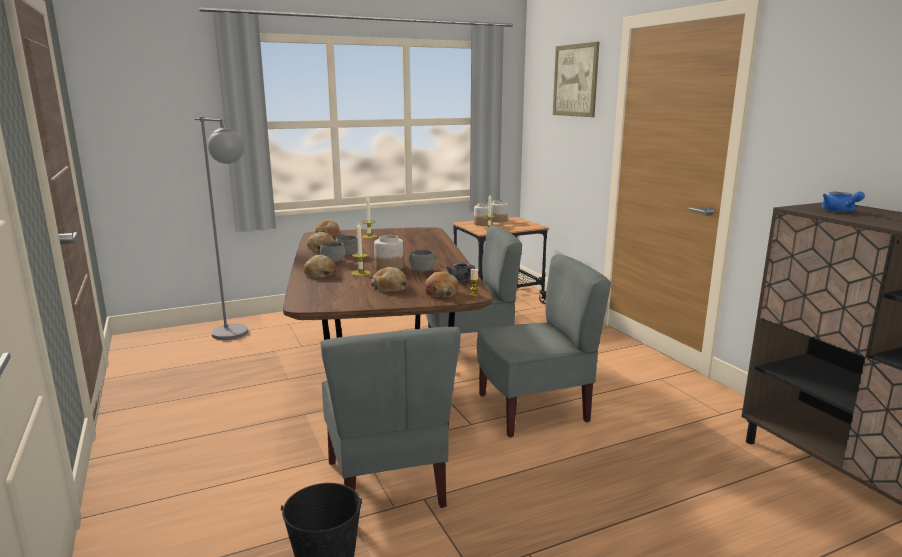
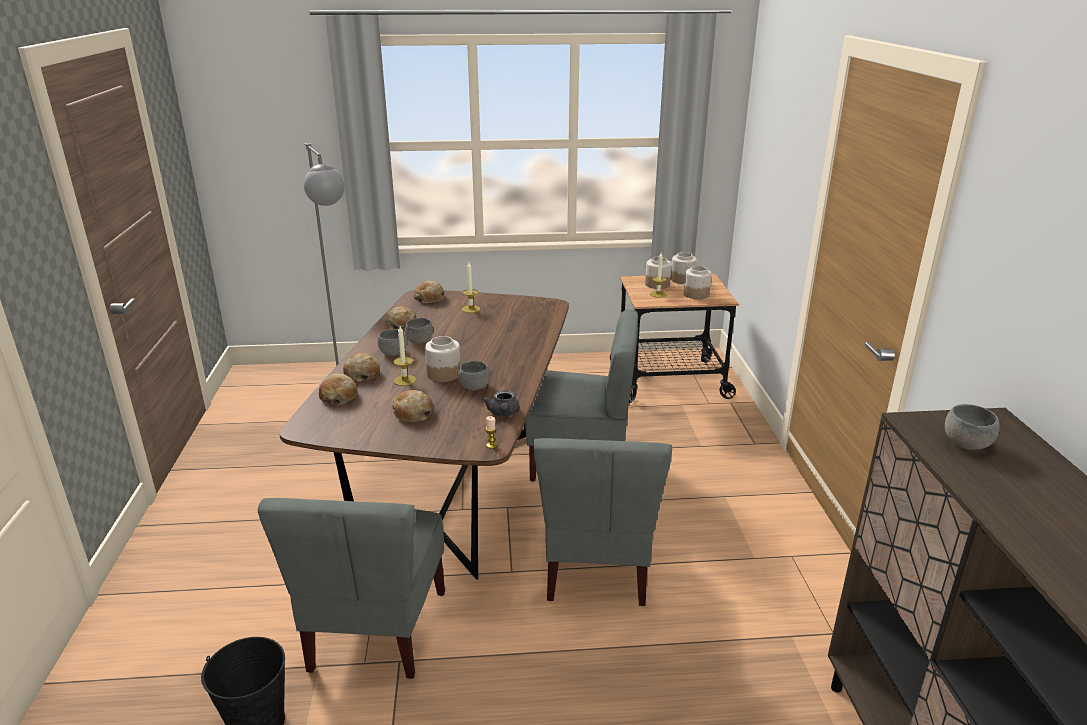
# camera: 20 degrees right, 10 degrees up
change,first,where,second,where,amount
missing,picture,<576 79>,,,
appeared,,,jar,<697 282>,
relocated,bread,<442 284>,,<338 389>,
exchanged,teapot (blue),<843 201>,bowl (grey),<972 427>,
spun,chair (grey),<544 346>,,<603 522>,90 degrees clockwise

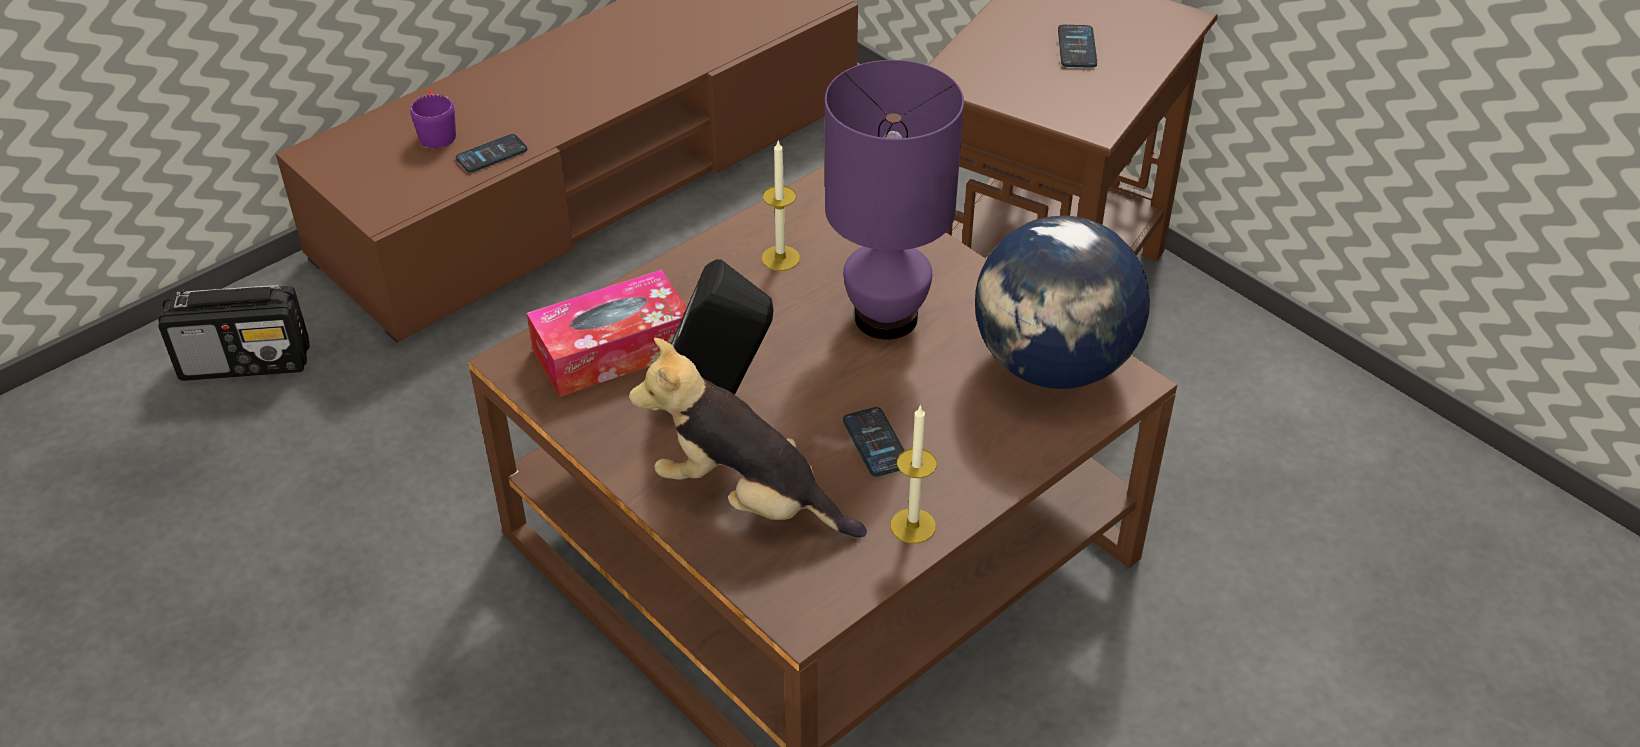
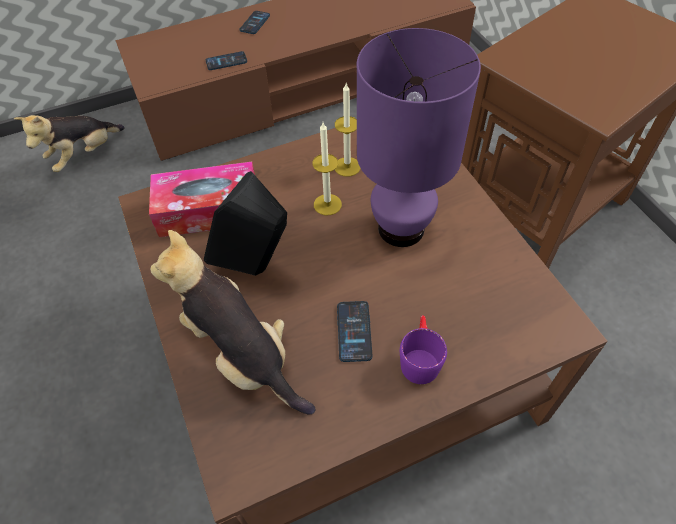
# camera: 20 degrees right, 10 degrees up
change,first,where,second,where,amount
missing,globe,<1062 302>,,,
relocated,mug (purple),<433 119>,,<423 349>,
relocated,candle,<914 474>,,<327 168>,
relocated,phone,<1077 46>,,<254 22>,
exchanged,radio,<233 333>,plush toy,<69 143>,

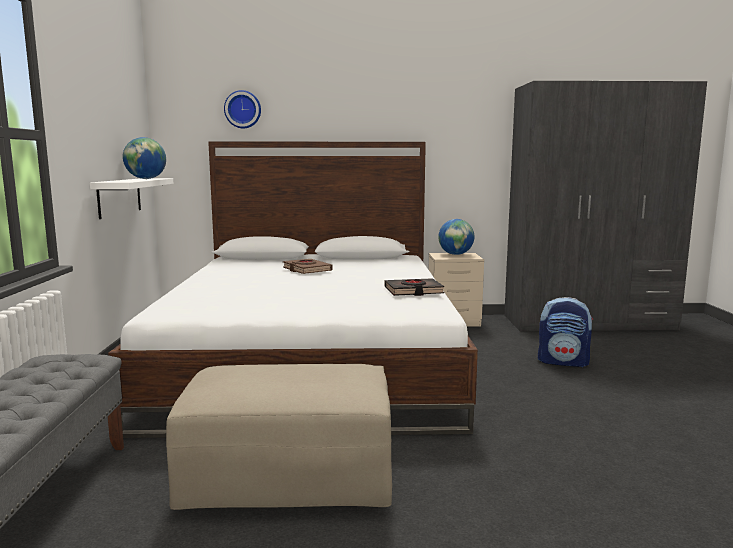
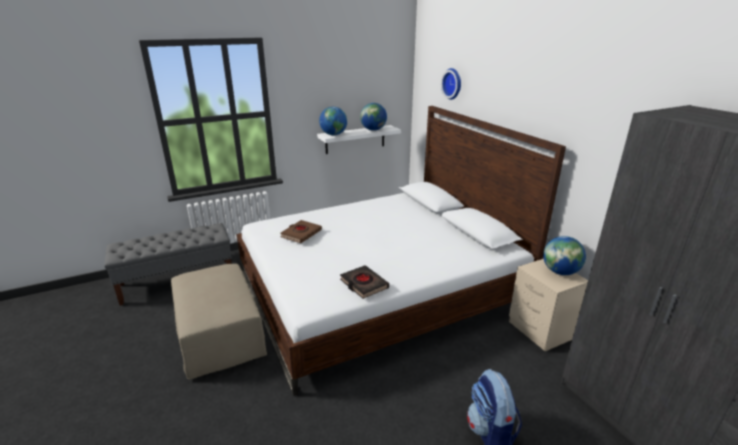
# camera: 65 degrees right, 15 degrees up
change,first,where,second,where,amount
appeared,,,globe,<333 121>,
relocated,book (brown),<308 266>,,<301 231>,

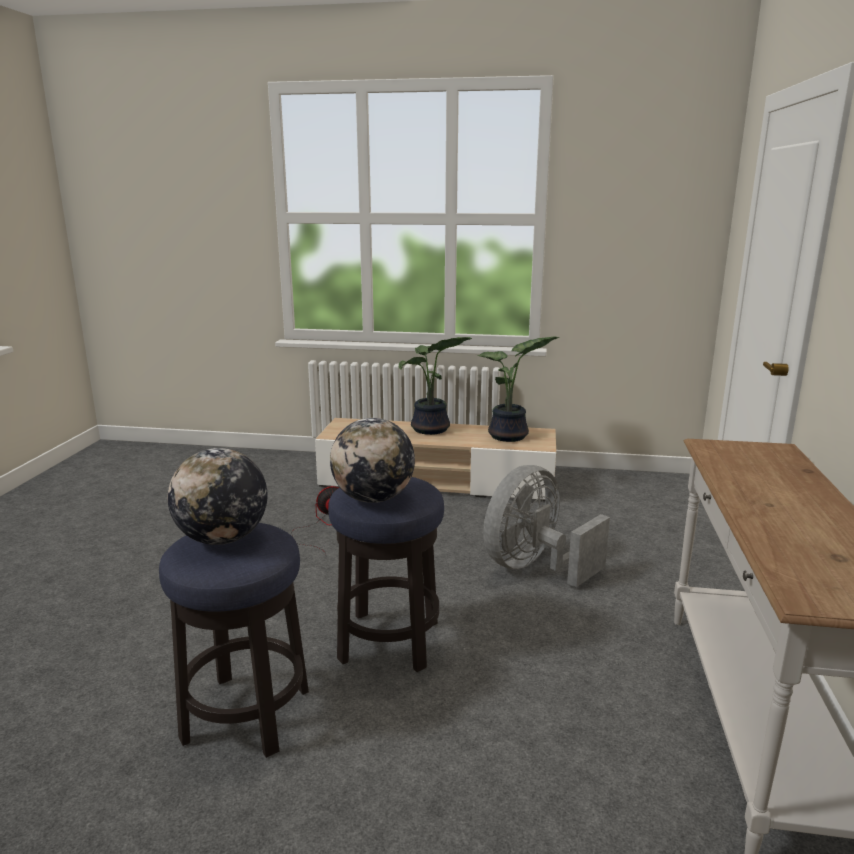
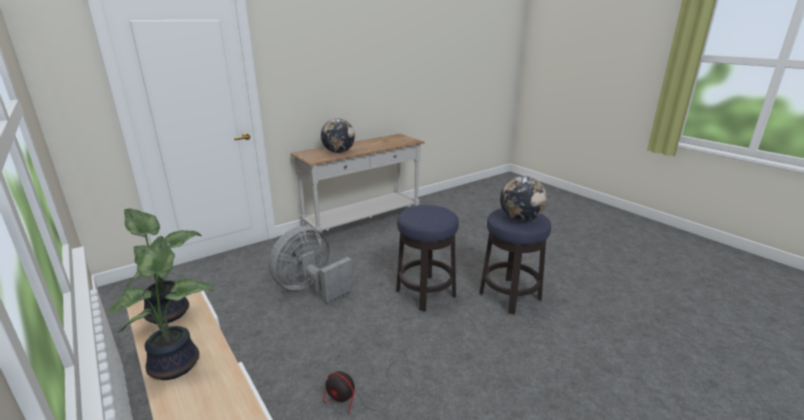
# camera: 135 degrees left, 5 degrees up
change,first,where,second,where,amount
relocated,globe,<372 460>,,<338 135>,
spun,fan (grey),<546 526>,,<311 264>,135 degrees clockwise

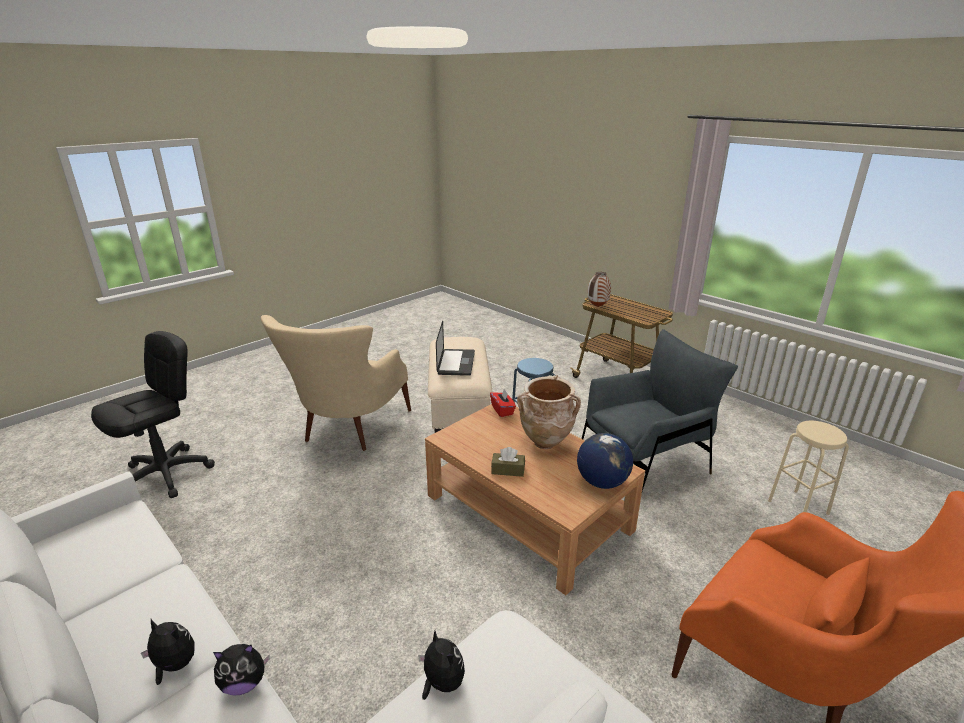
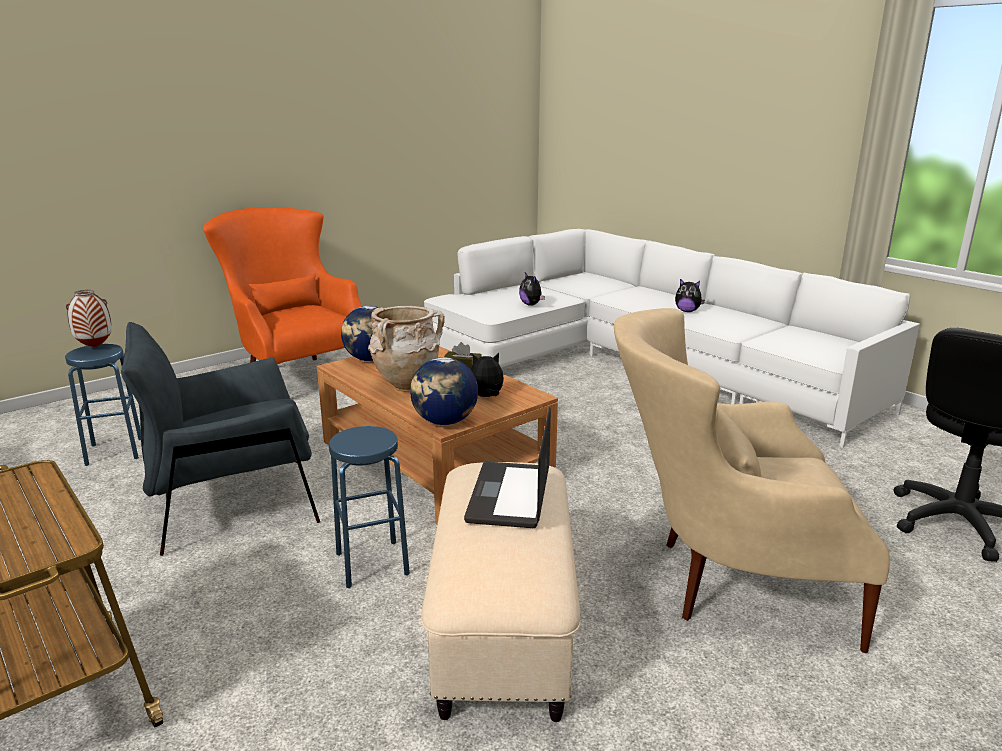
# camera: 175 degrees left, 5 degrees down
change,first,where,second,where,amount
relocated,plush toy,<241 669>,,<487 375>,
relocated,vase,<599 289>,,<89 319>,
exchanged,tissue box (red),<503 403>,globe,<444 391>,
colour,stool (beige),<808 468>,stool (blue),<103 405>,
spun,armchair (beige),<336 383>,,<752 480>,105 degrees counterclockwise

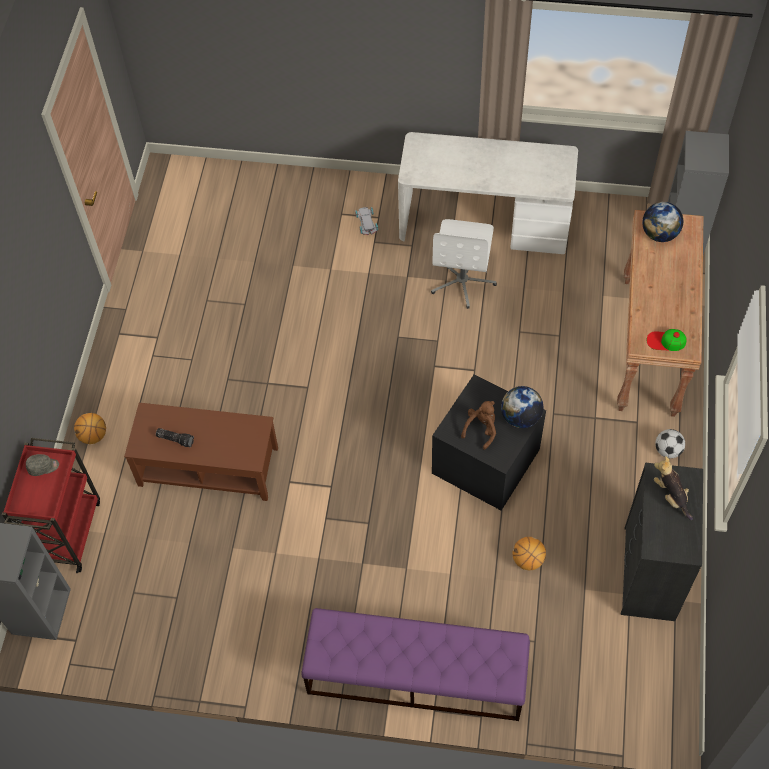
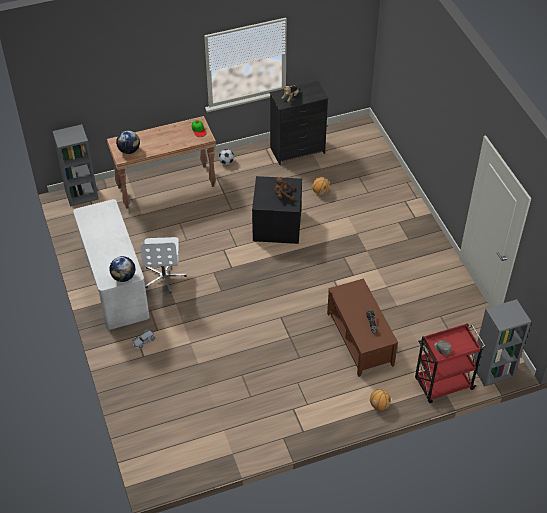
# camera: 120 degrees left, 10 degrees down
change,first,where,second,where,amount
missing,bench (purple),<415 664>,,,
relocated,globe,<522 407>,,<122 269>,
spun,office chair (white),<464 264>,,<163 265>,105 degrees clockwise

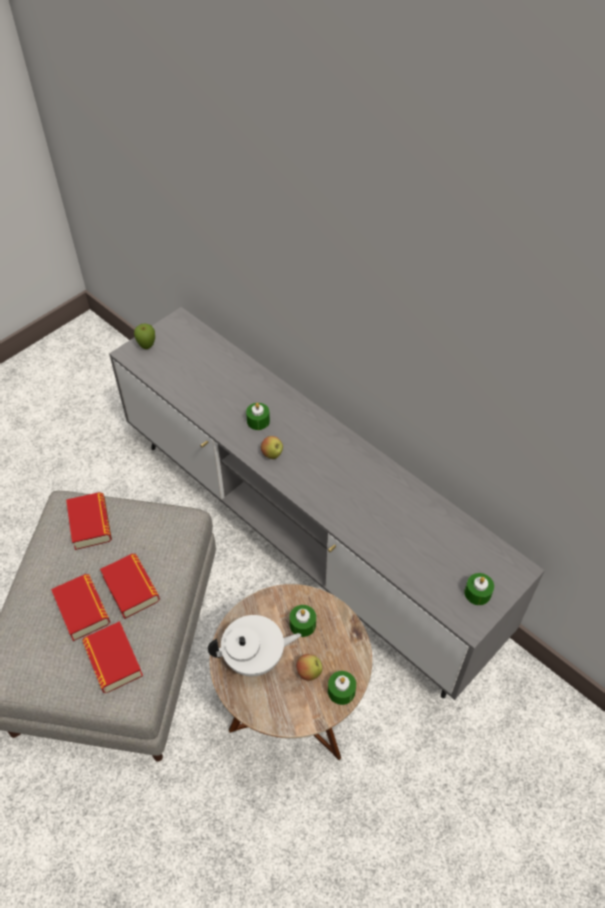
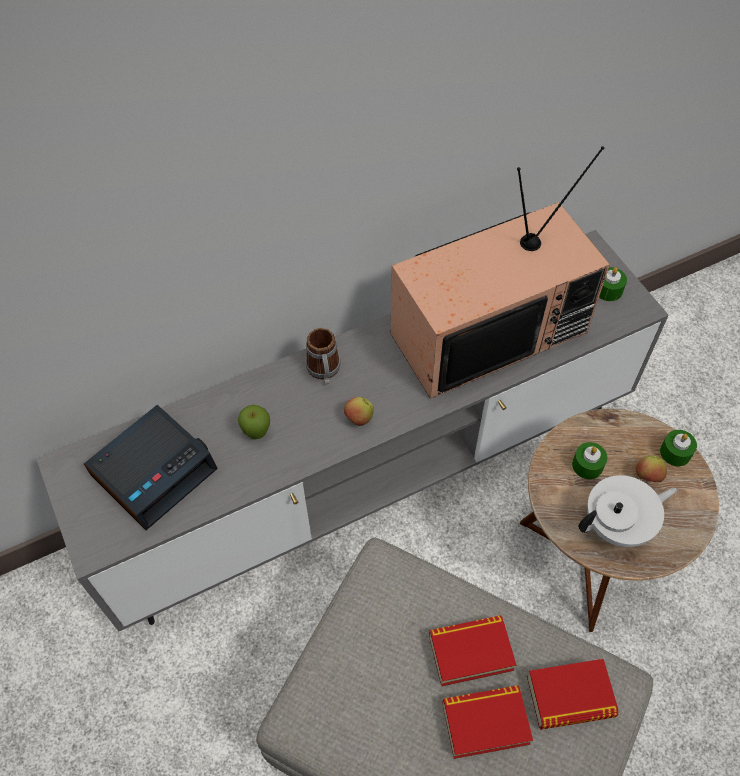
# camera: 70 degrees left, 5 degrees up
change,first,where,second,where,amount
missing,book,<89 521>,,,
missing,candle (green),<258 416>,,,
appeared,,,alarm clock,<151 467>,
appeared,,,mug,<323 356>,
appeared,,,television,<500 272>,
relocated,apple,<144 336>,,<254 422>,
spun,teapot (white),<254 645>,,<627 511>,60 degrees clockwise

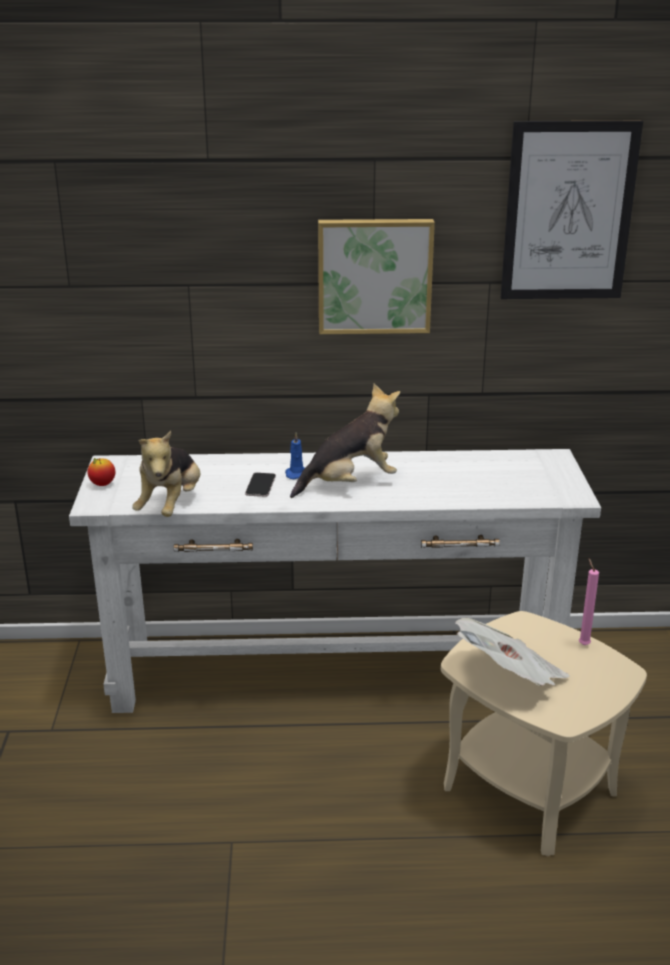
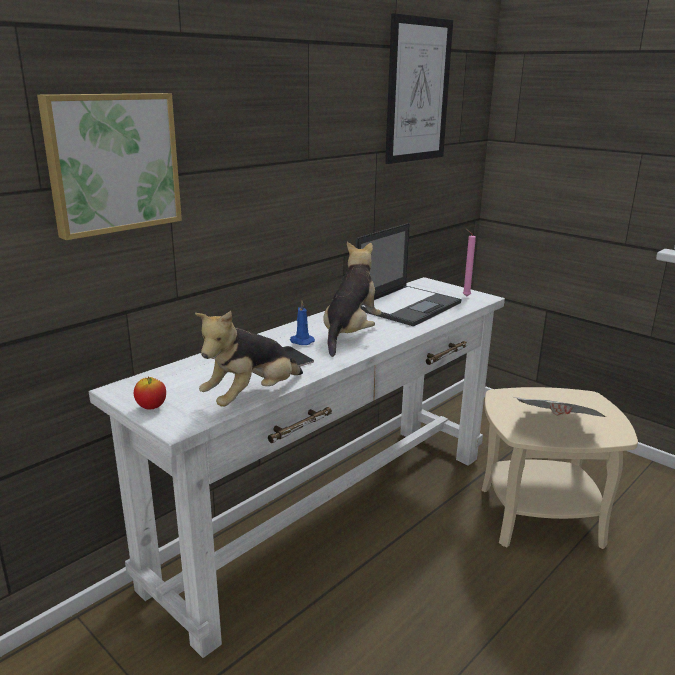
# camera: 45 degrees left, 5 degrees down
change,first,where,second,where,amount
appeared,,,laptop,<408 274>,
relocated,picture,<376 276>,,<109 166>,
relocated,candle (pink),<589 601>,,<469 263>,
spun,plush toy,<166 474>,,<249 359>,75 degrees clockwise

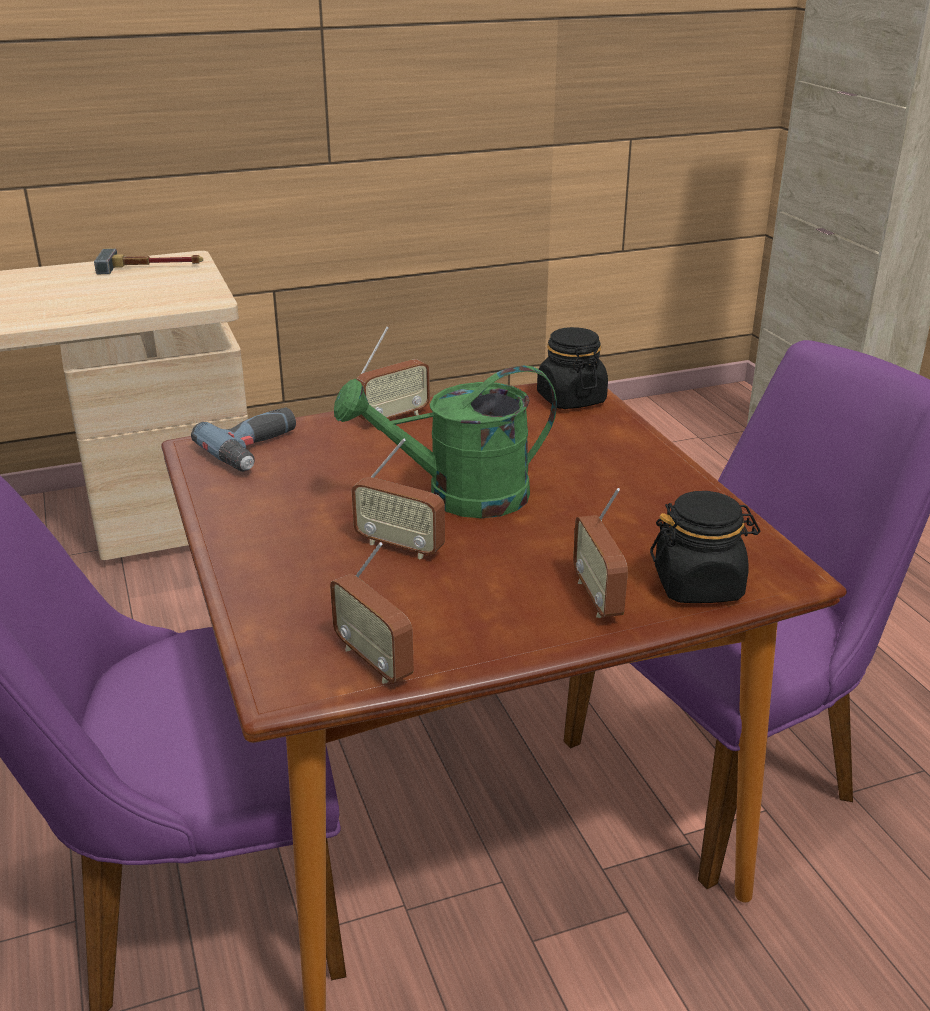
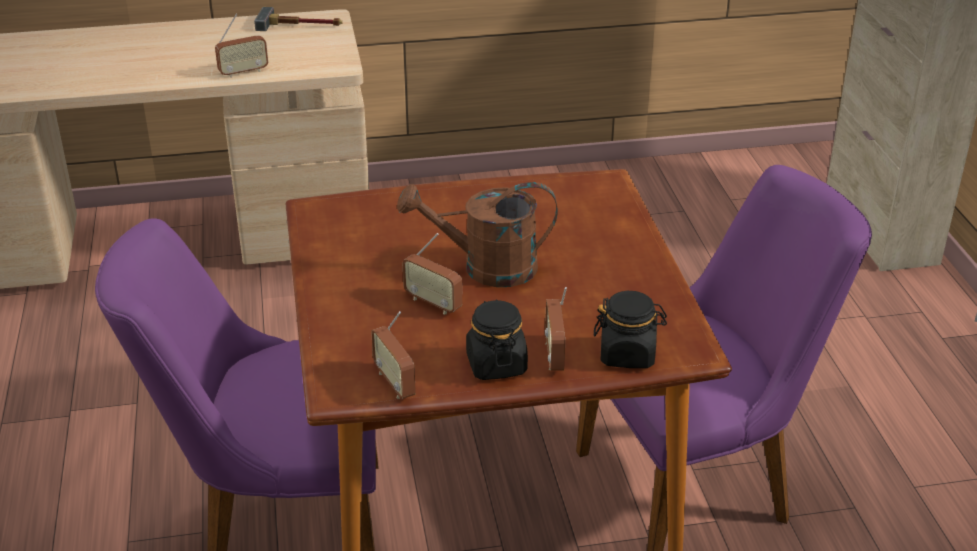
# camera: 10 degrees right, 5 degrees up
change,first,where,second,where,amount
missing,power drill,<243 440>,,,
relocated,radio,<393 374>,,<241 46>,
relocated,jar (black),<572 368>,,<497 339>,
colour,watering can (green),<445 441>,watering can (brown),<477 234>,

